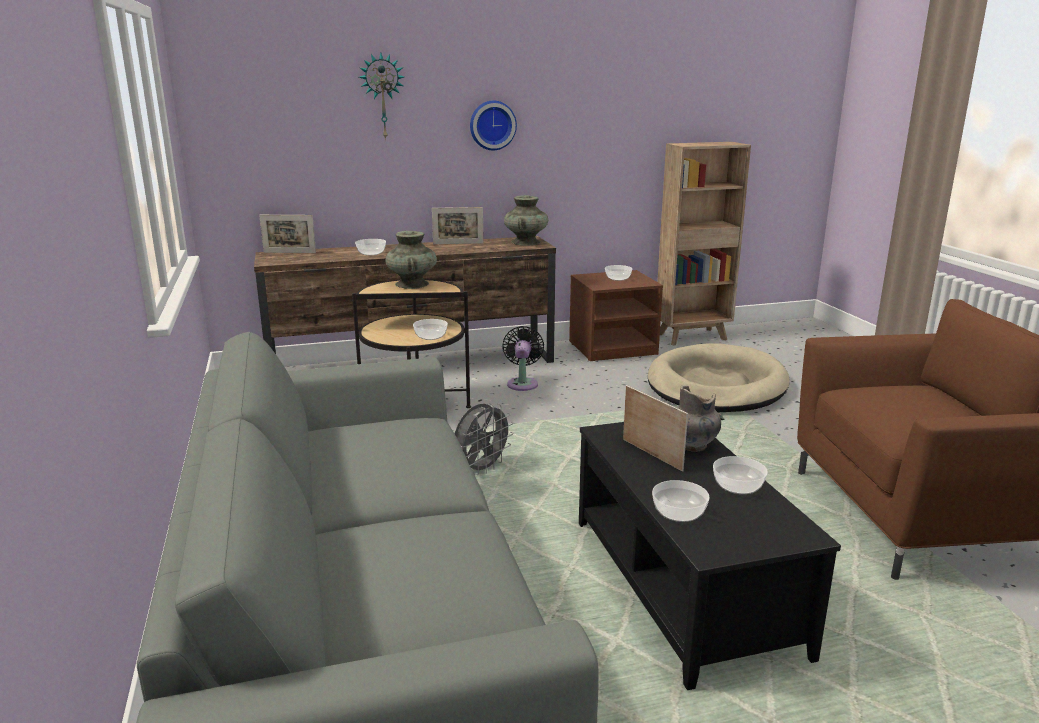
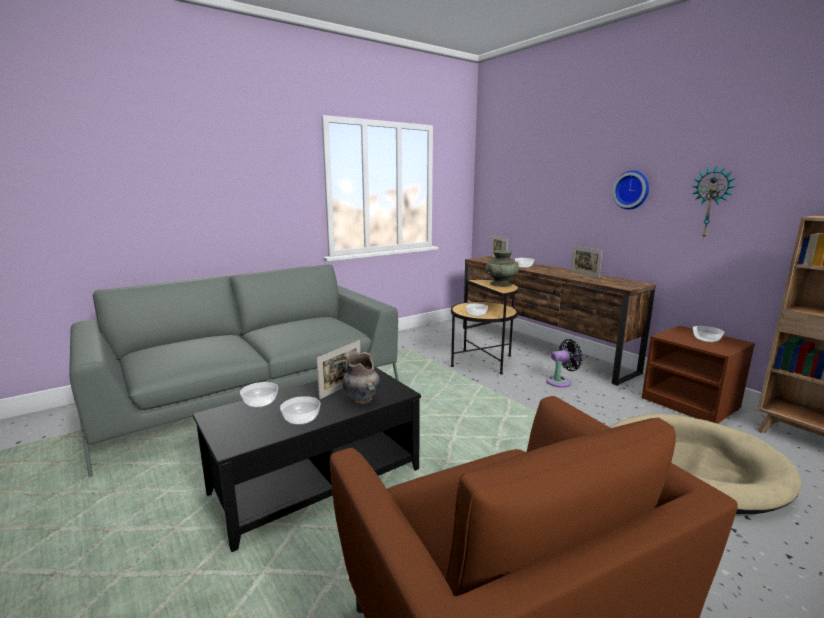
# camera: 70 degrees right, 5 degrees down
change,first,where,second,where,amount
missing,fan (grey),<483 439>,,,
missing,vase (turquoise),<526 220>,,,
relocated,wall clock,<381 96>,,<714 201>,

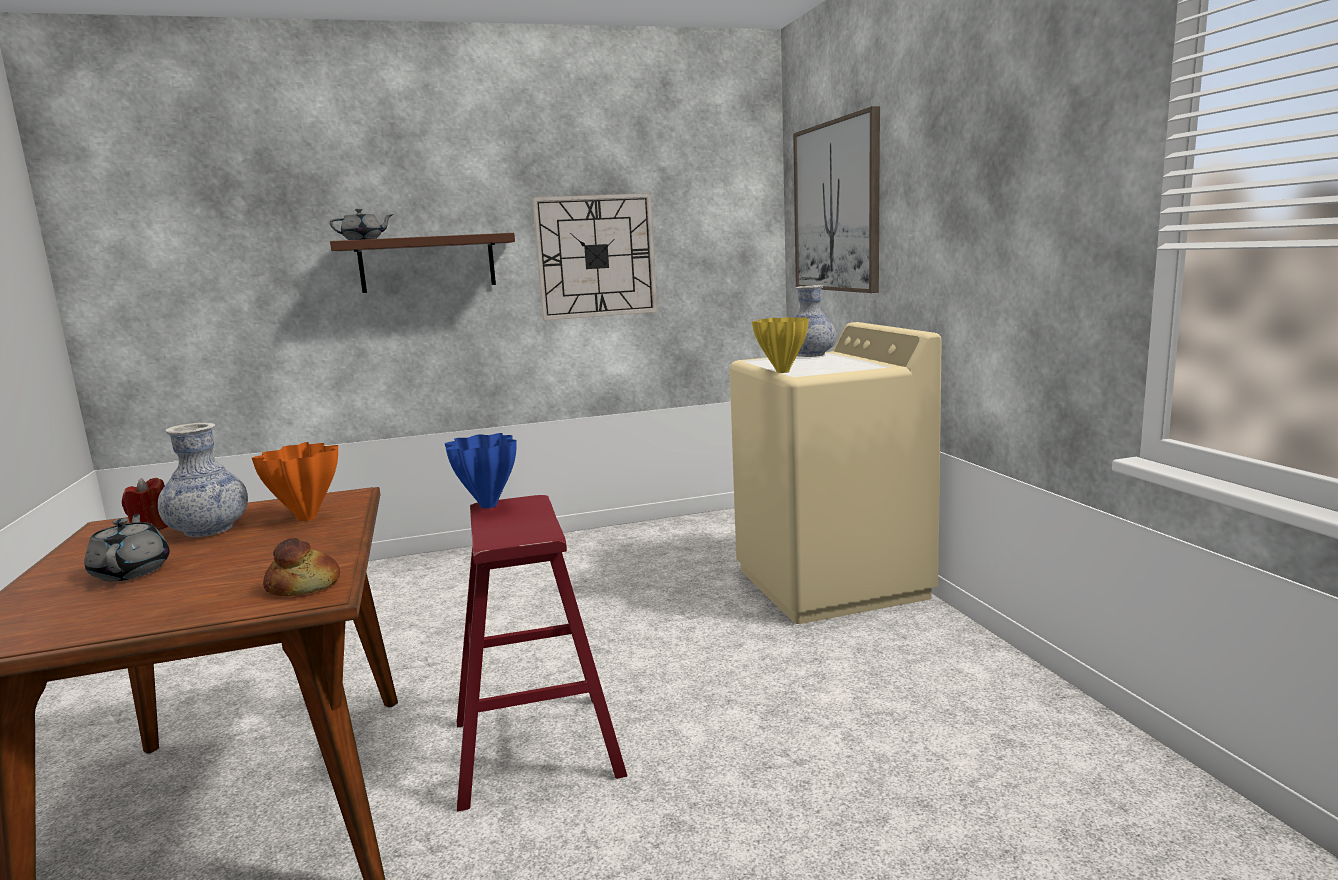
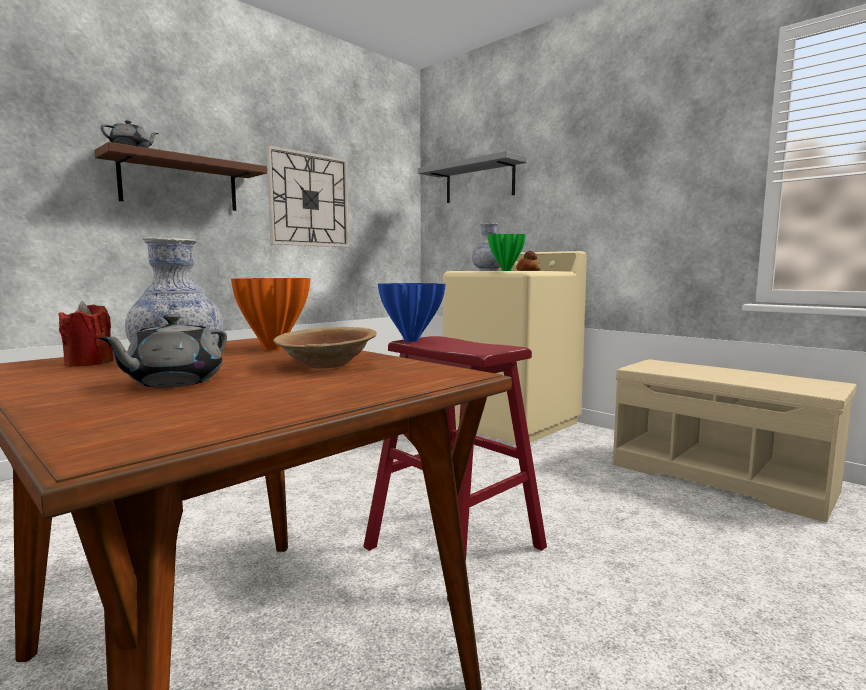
# camera: 30 degrees left, 5 degrees down
change,first,where,second,where,amount
appeared,,,bowl (brown),<325 347>,
appeared,,,bench (beige),<734 441>,
relocated,bread,<301 567>,,<528 261>,
exchanged,picture,<836 199>,shelf (grey),<472 177>,
colour,vase (yellow),<780 345>,vase (green),<507 252>,
spun,teapot (grey),<127 547>,,<162 351>,105 degrees counterclockwise

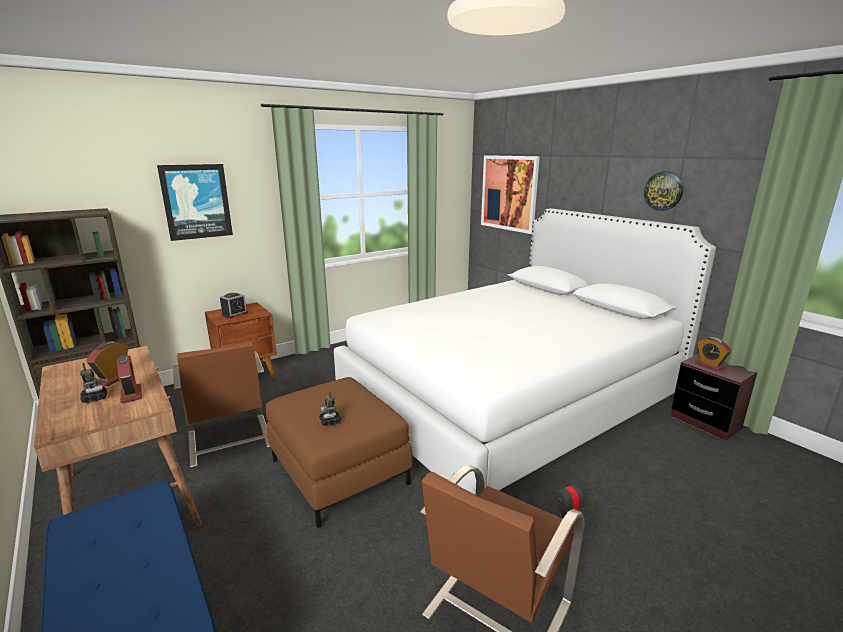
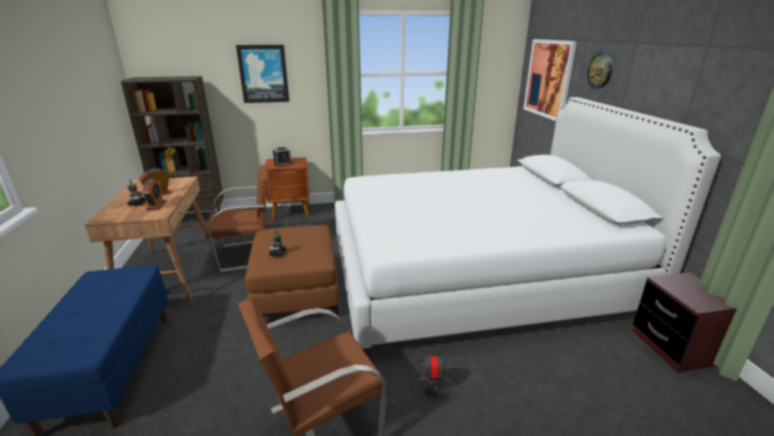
# camera: 25 degrees right, 5 degrees up
change,first,where,second,where,amount
missing,alarm clock,<713 354>,,,
relocated,wall clock,<663 191>,,<600 70>,
spun,chair (brown),<222 404>,,<237 218>,105 degrees counterclockwise

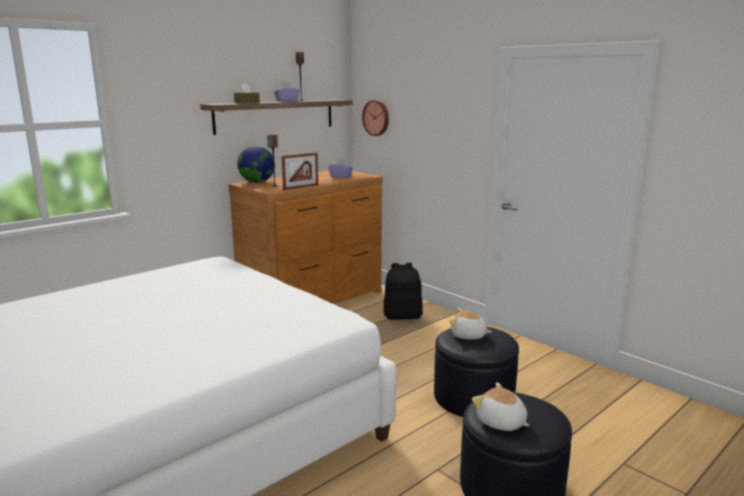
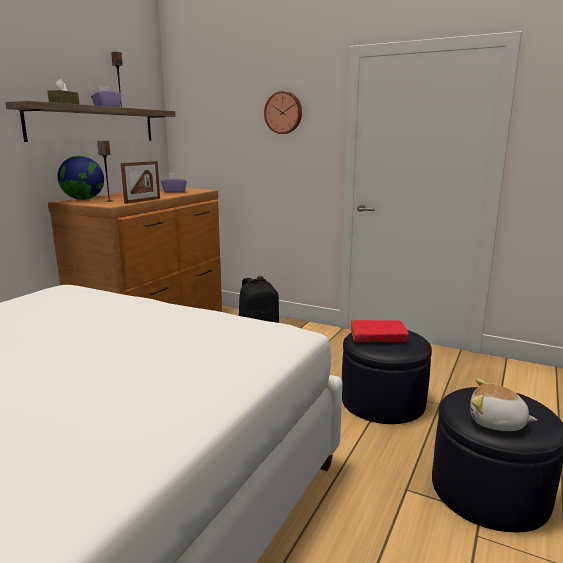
# camera: 20 degrees left, 0 degrees up
change,first,where,second,where,amount
relocated,wall clock,<375 118>,,<283 112>,
exchanged,plush toy,<470 324>,book (red),<380 331>,

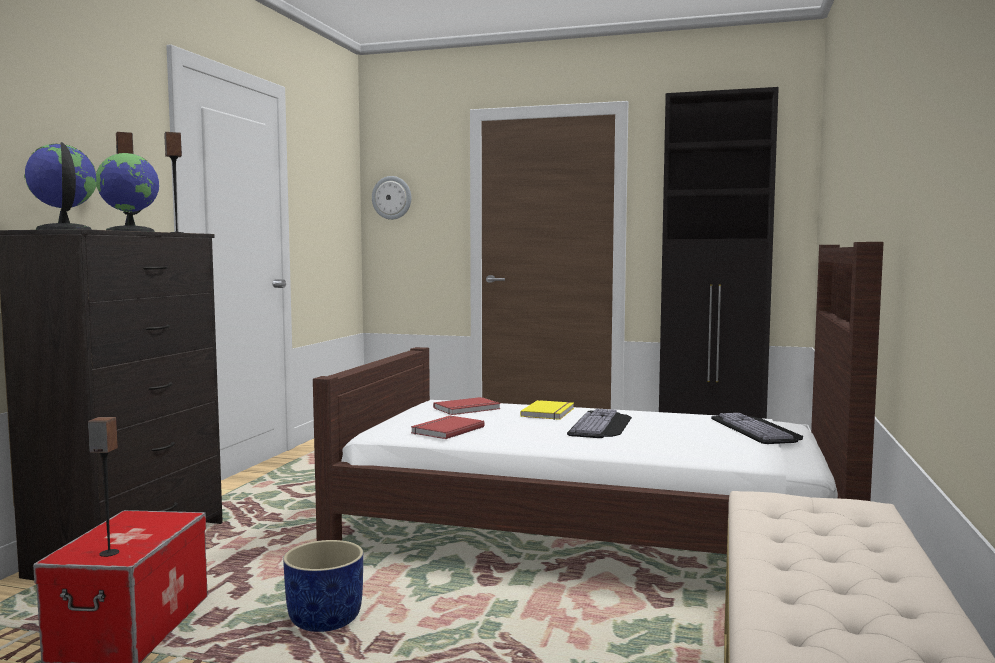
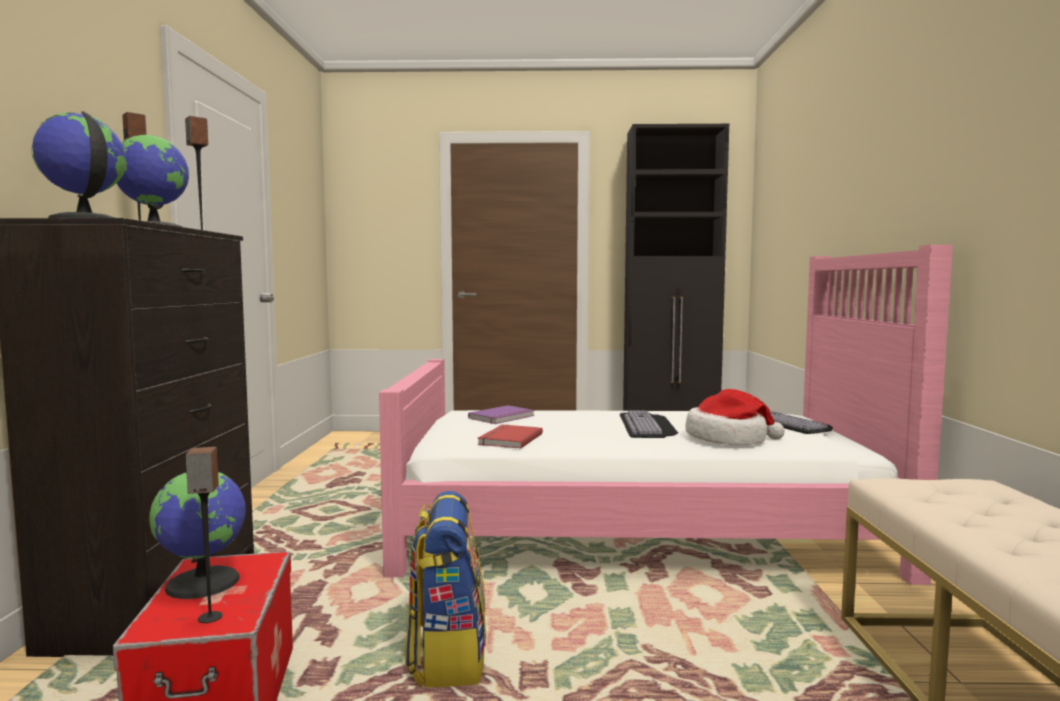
# camera: 15 degrees left, 0 degrees up
change,first,where,second,where,amount
missing,wall clock,<391 198>,,,
missing,book (yellow),<547 410>,,,
appeared,,,globe,<197 535>,
appeared,,,hat,<735 417>,
exchanged,planter (blue),<323 586>,backpack,<445 589>,
colour,bed (brown),<598 398>,bed (pink),<666 415>,
colour,book (red),<467 406>,book (purple),<501 414>,

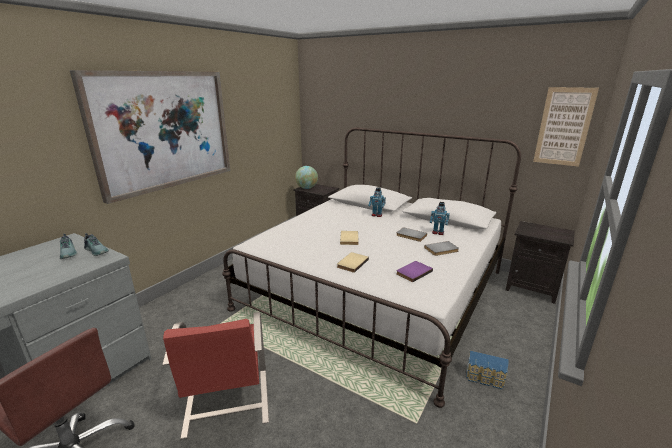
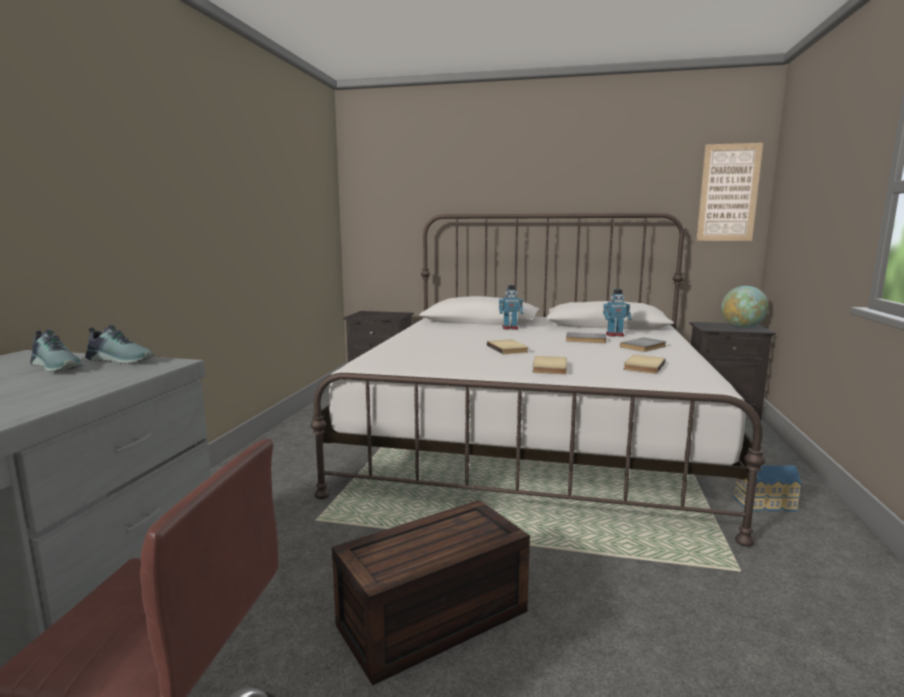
# camera: 20 degrees left, 10 degrees down
change,first,where,second,where,amount
missing,picture,<150 137>,,,
relocated,globe,<306 177>,,<745 307>,
exchanged,chair (red),<215 376>,storage box (brown),<431 593>,
colour,book (purple),<414 272>,book (beige),<644 364>,

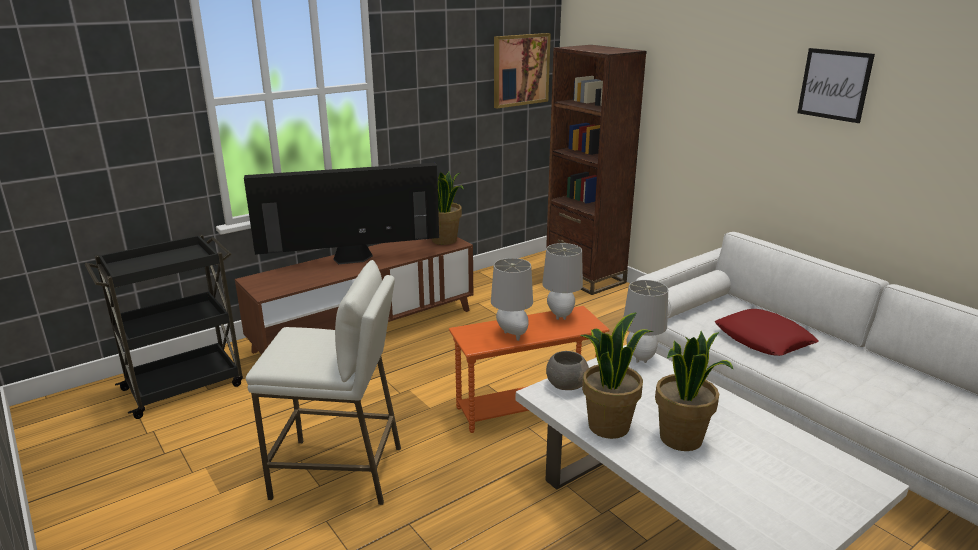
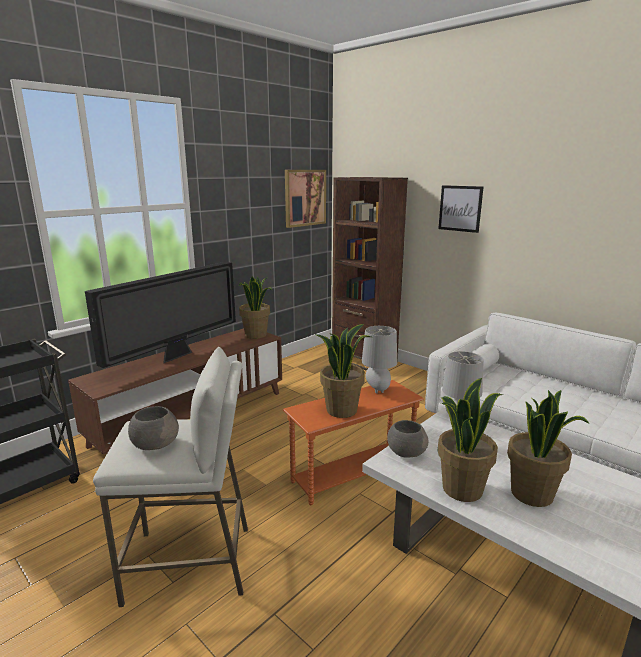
# camera: 10 degrees left, 5 degrees down
change,first,where,second,where,amount
missing,pillow (red),<766 332>,,,
appeared,,,bowl (grey),<153 428>,
relocated,picture,<836 85>,,<460 209>,
exchanged,table lamp (grey),<512 299>,potted plant,<343 371>,
spun,television,<341 213>,,<160 315>,150 degrees clockwise

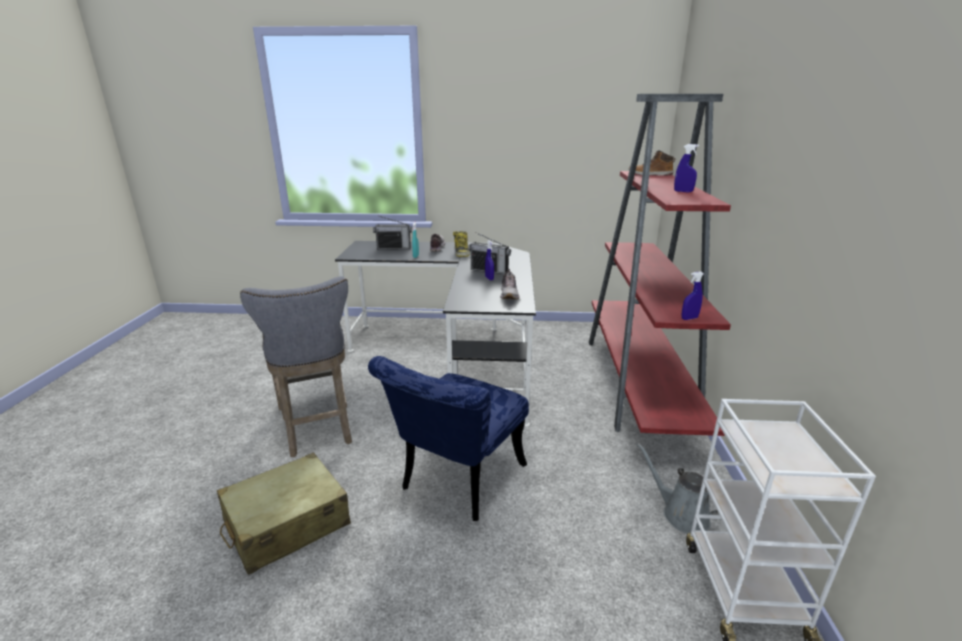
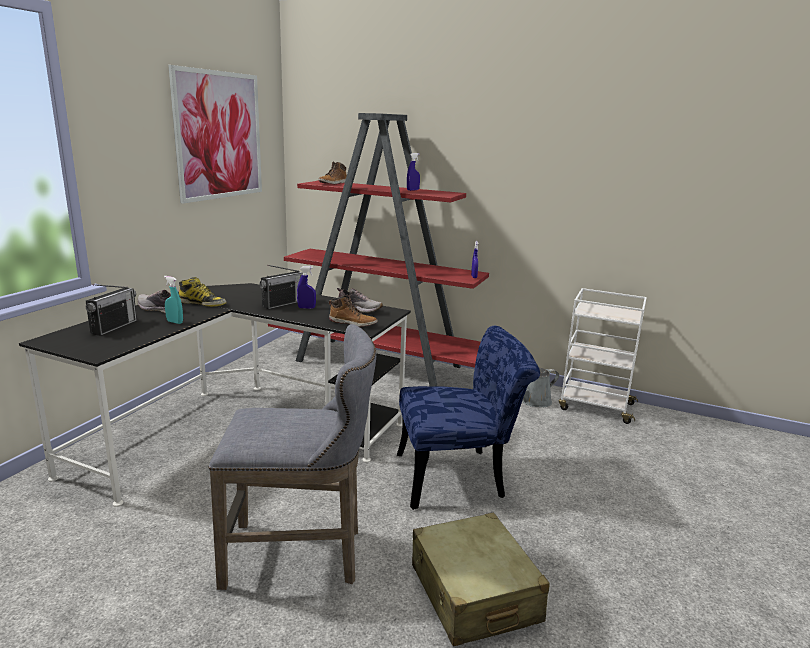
# camera: 70 degrees left, 5 degrees down
change,first,where,second,where,amount
appeared,,,picture,<215 134>,
appeared,,,boot,<353 311>,
spun,chair (blue),<448 438>,,<468 418>,60 degrees counterclockwise

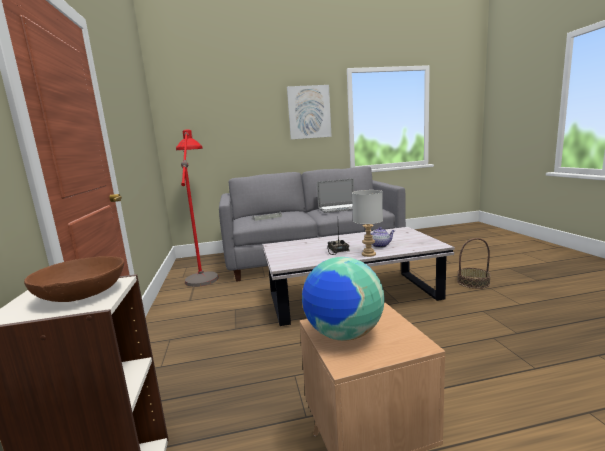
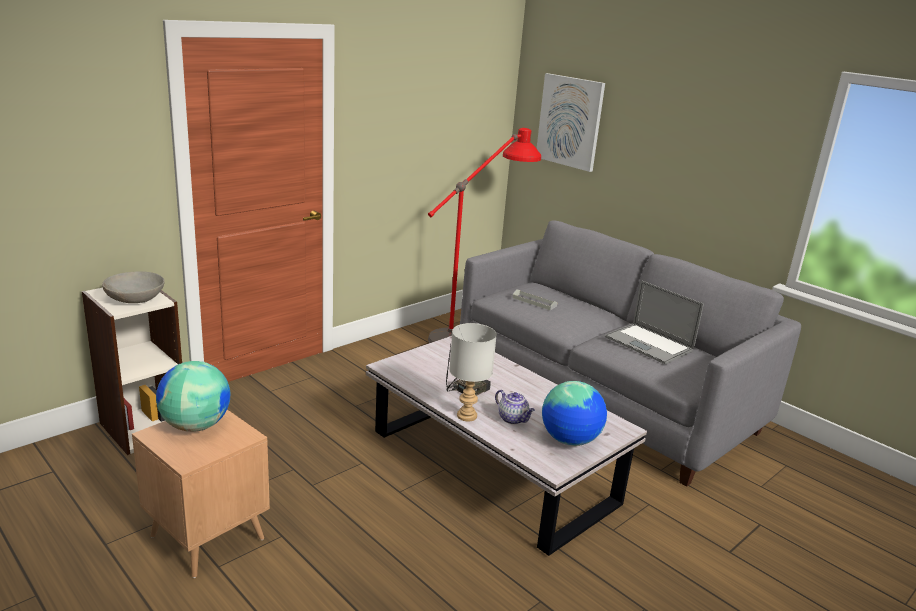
# camera: 55 degrees right, 10 degrees up
change,first,where,second,where,amount
missing,basket,<474 263>,,,
appeared,,,globe,<574 413>,
relocated,picture,<309 112>,,<571 122>,
colour,bowl (brown),<74 279>,bowl (grey),<133 287>,

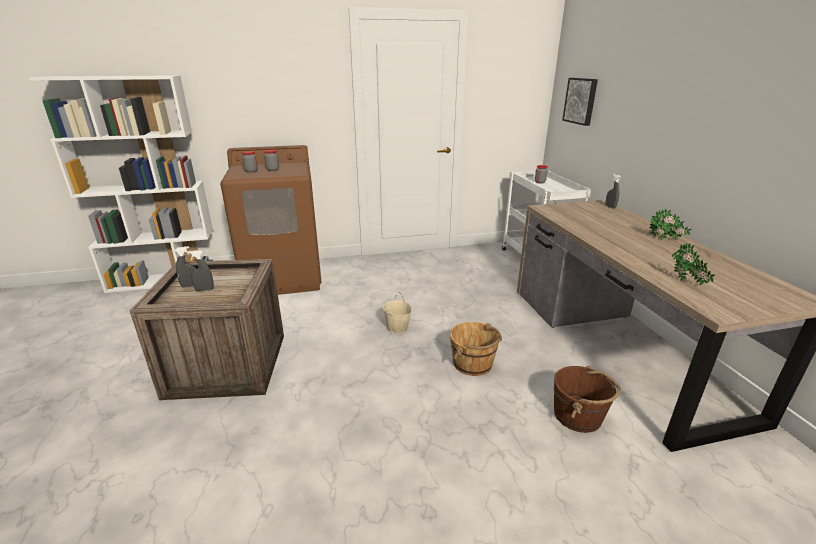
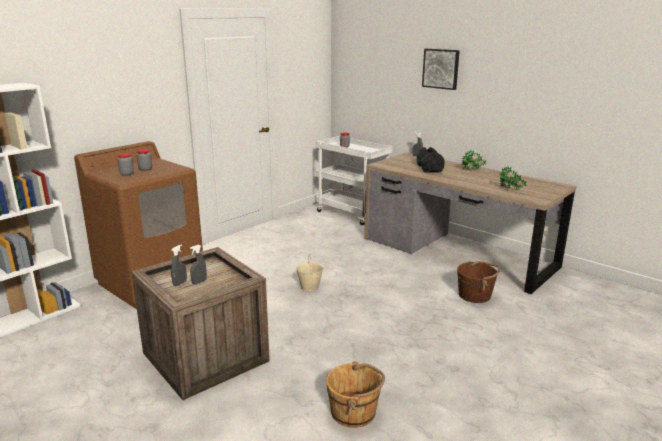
# camera: 35 degrees left, 5 degrees down
change,first,where,second,where,amount
appeared,,,dumbbell (black),<431 160>,
relocated,bucket (brown),<476 349>,,<355 394>,
relocated,picture,<580 102>,,<441 69>,

